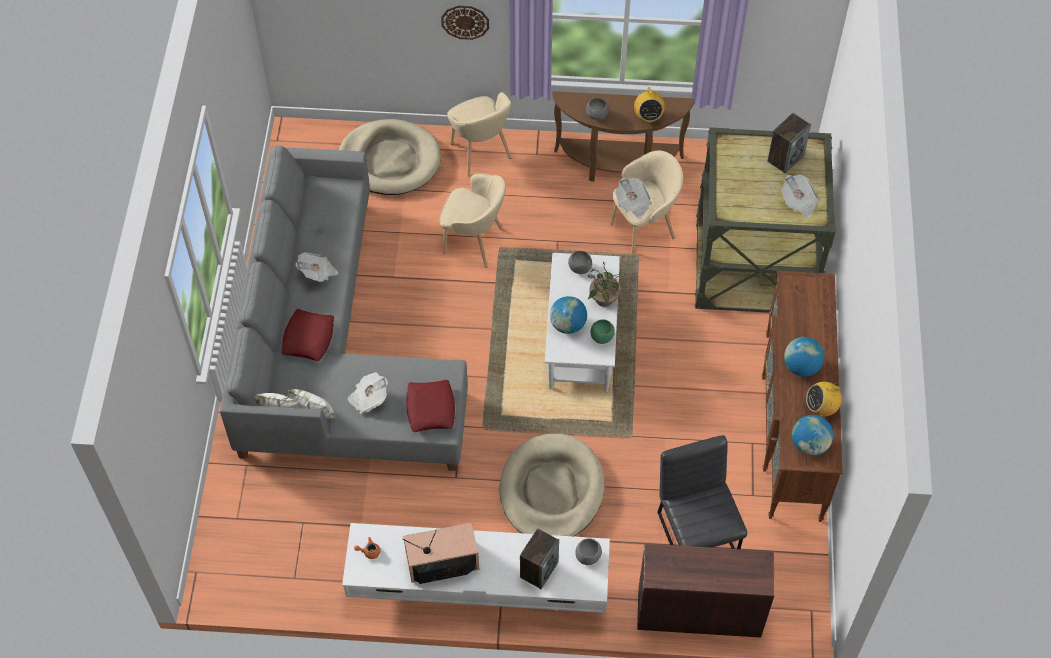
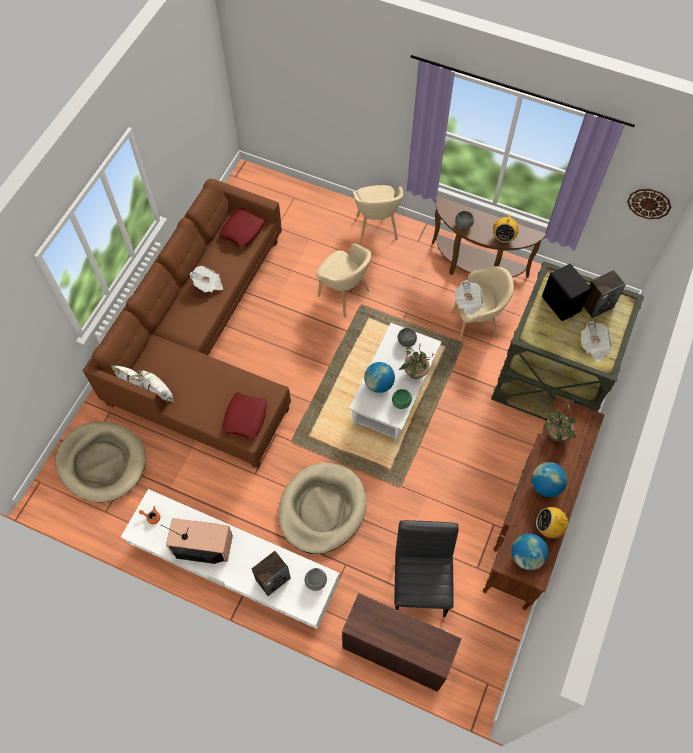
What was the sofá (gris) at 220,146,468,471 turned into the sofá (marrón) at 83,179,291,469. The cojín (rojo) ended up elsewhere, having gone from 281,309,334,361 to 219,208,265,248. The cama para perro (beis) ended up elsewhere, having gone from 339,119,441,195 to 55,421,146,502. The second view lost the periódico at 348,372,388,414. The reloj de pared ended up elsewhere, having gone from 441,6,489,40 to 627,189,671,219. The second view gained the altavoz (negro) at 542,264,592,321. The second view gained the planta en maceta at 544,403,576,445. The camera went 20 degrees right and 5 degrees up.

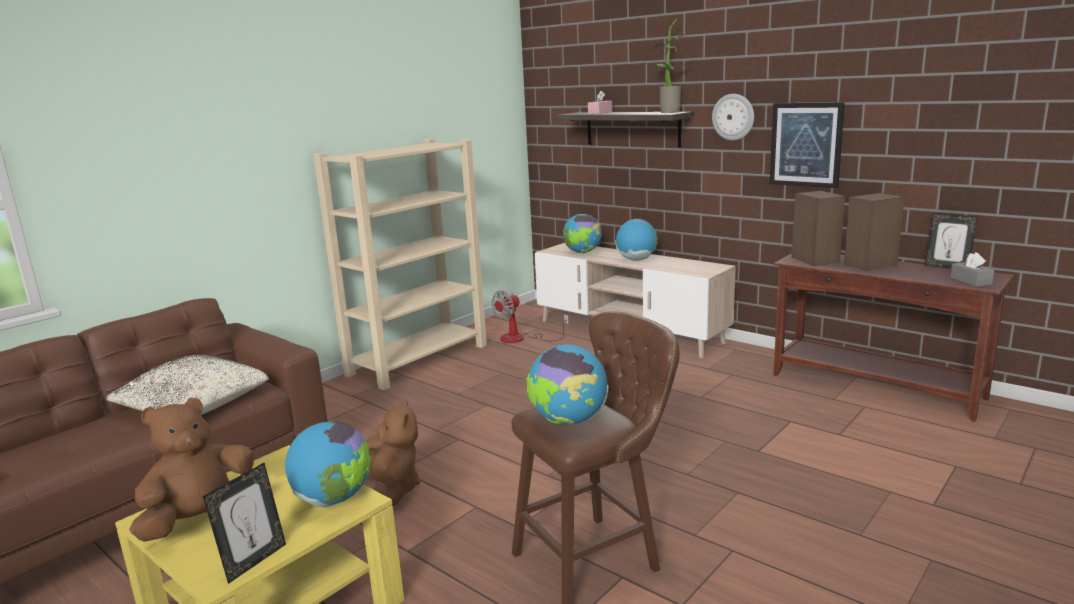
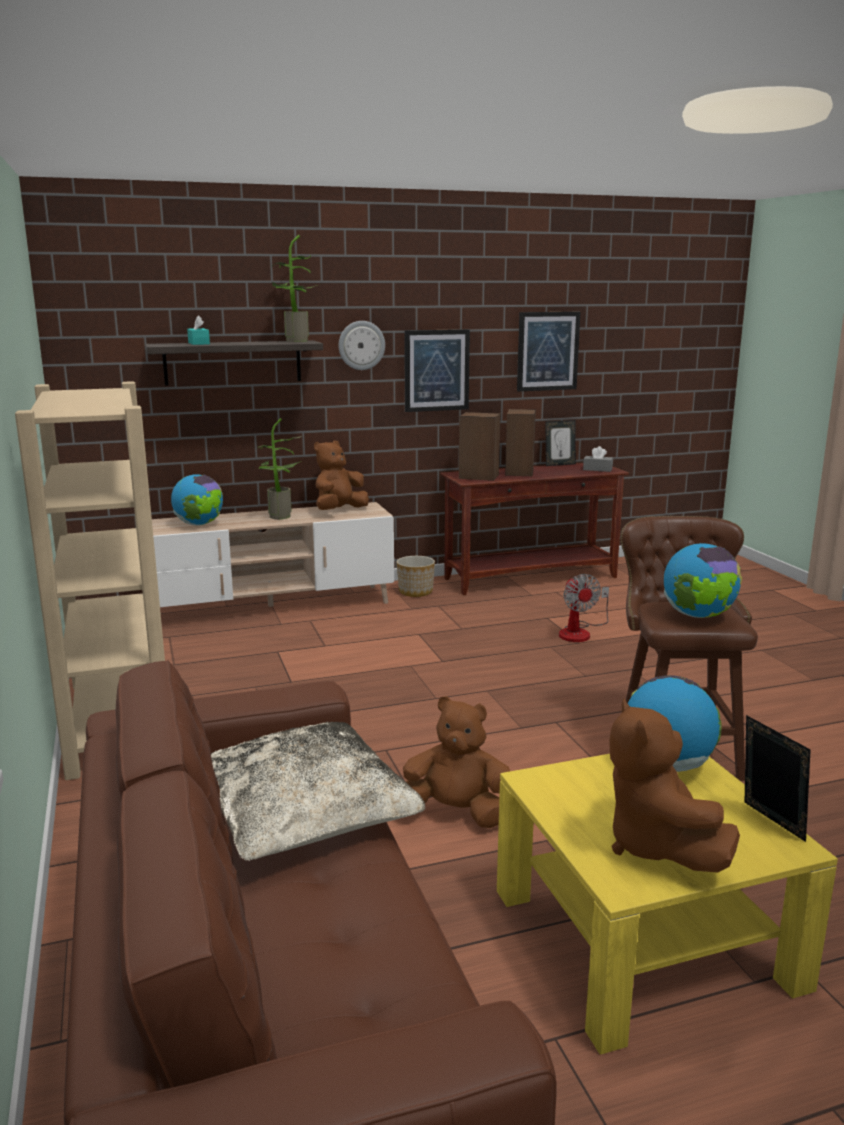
The ventilador ended up elsewhere, having gone from 491,290,569,343 to 559,574,609,642. What was the caja de pañuelos (rosa) at 588,91,612,114 turned into the caja de pañuelos (turquesa) at 187,315,210,345. Where the globo terráqueo stood at 615,219,658,261, the planta en maceta came to stand at 258,418,302,519. The second view gained the peluche (marrón) at 314,441,369,510. The second view gained the maceta at 397,556,435,597. The second view gained the cuadro at 517,312,580,392. The camera went 60 degrees left and 0 degrees up.

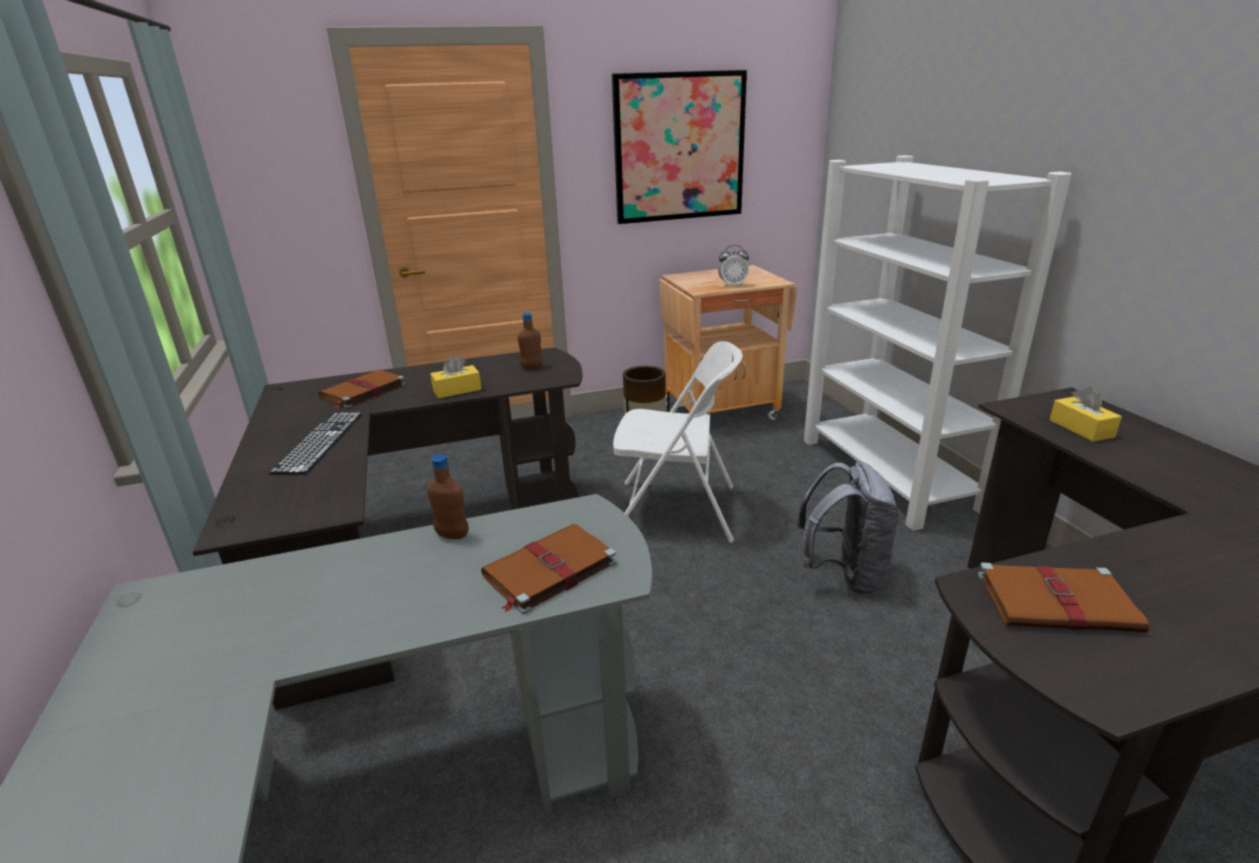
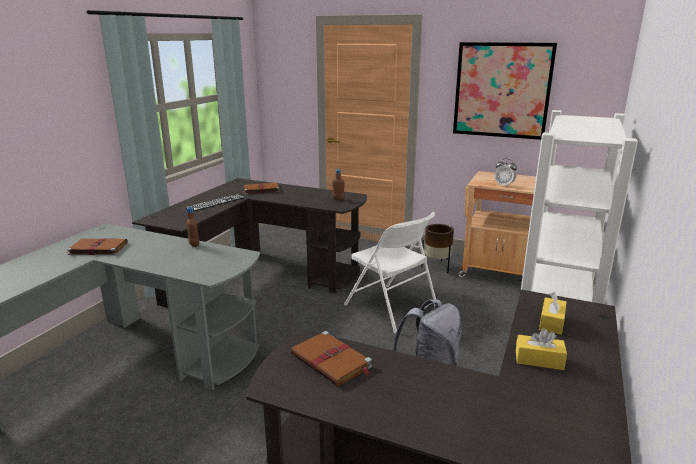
The caja de pañuelos (amarillo) ended up elsewhere, having gone from 430,355,481,398 to 516,328,567,370. The libro (marrón) ended up elsewhere, having gone from 481,524,617,614 to 66,238,128,255. The camera went 40 degrees right and 5 degrees down.

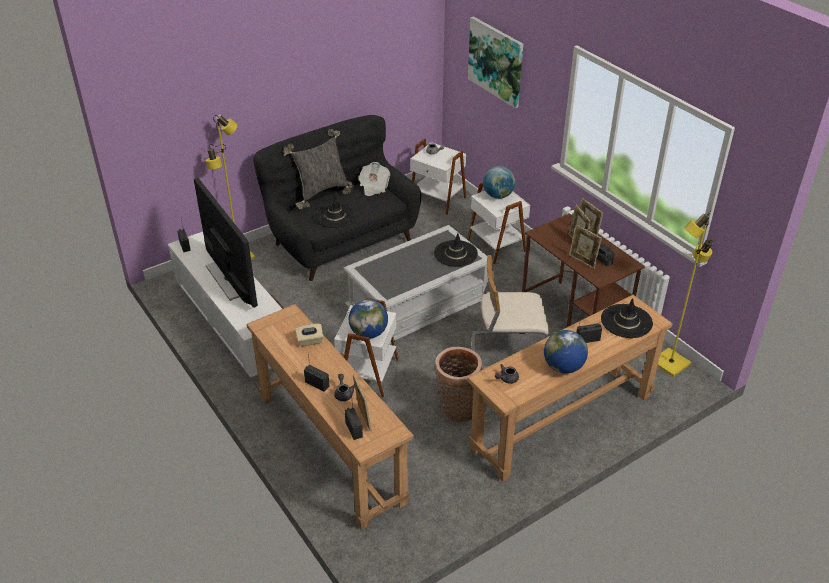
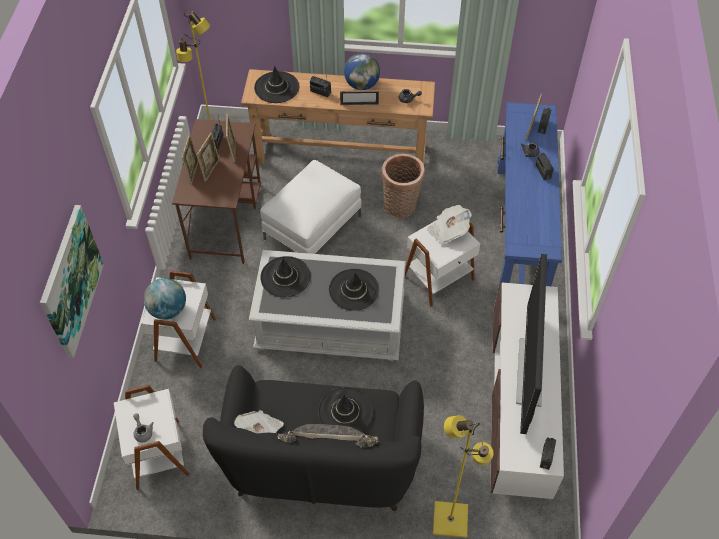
What was the mesa consola (marrón) at 247,304,414,530 turned into the mesa consola (azul) at 496,102,562,297. The second view lost the caja de pañuelos (beis) at 295,323,324,347. Where the globo terráqueo stood at 349,299,388,339, the periódico came to stand at 427,205,472,244. Where the silla (beis) stood at 471,255,549,370, the puf (blanco) came to stand at 260,160,361,254. The second view gained the sombrero (negro) at 329,269,379,311. The second view gained the portarretratos at 340,90,379,105. The camera went 140 degrees left and 15 degrees up.

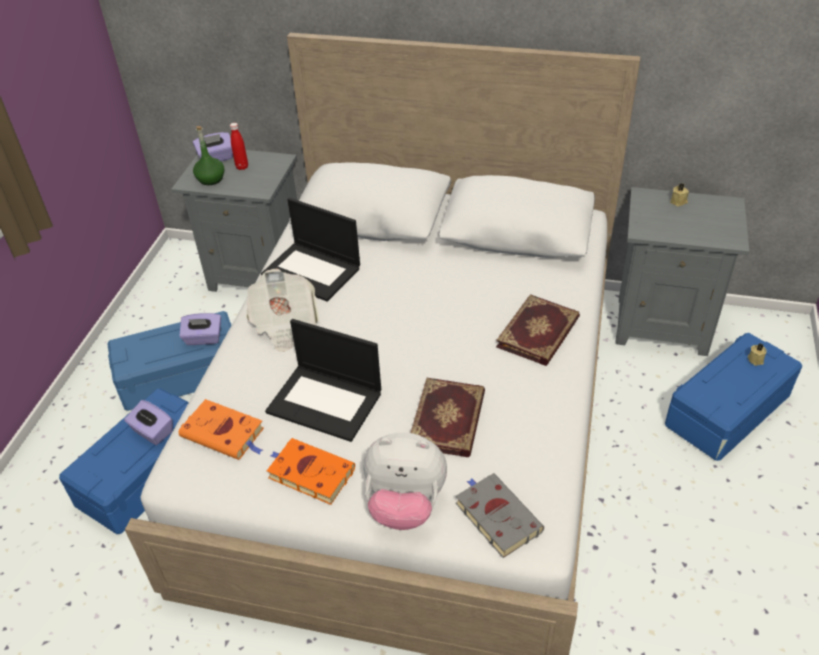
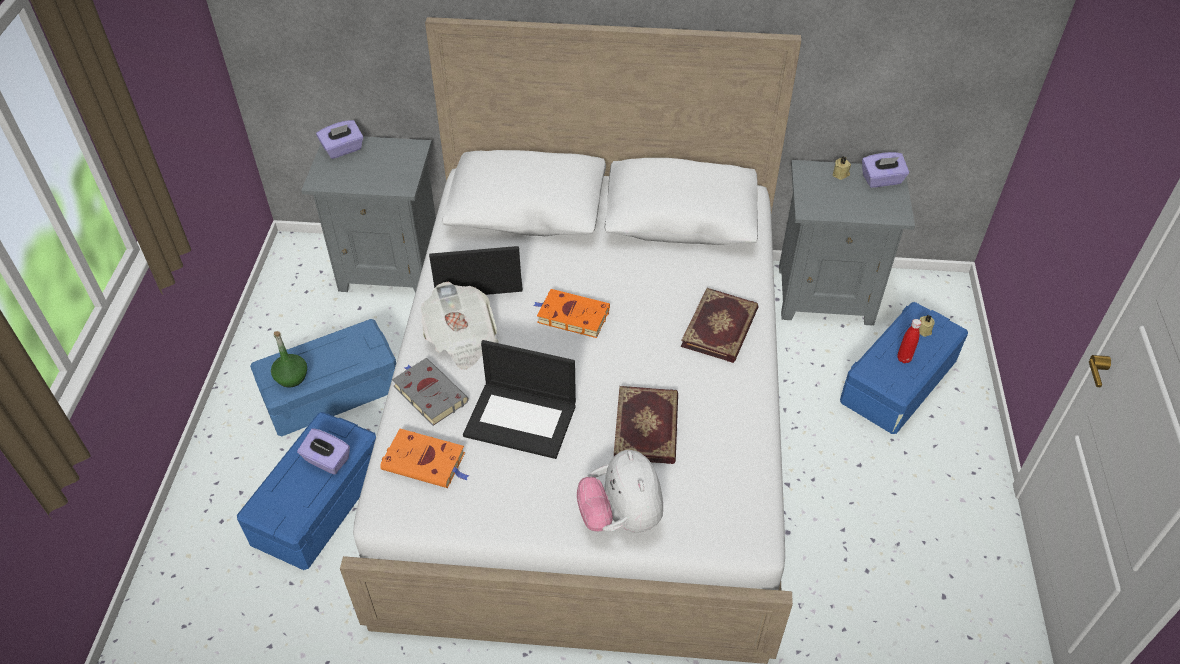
The caja de pañuelos (morado) ended up elsewhere, having gone from 179,313,221,345 to 862,152,909,188. The botella (verde) ended up elsewhere, having gone from 193,126,224,185 to 271,331,307,388. The botella (rojo) ended up elsewhere, having gone from 230,123,248,170 to 897,319,921,363. The portátil at 261,198,360,302 ended up facing another way, 150 degrees clockwise from before. The libro (naranja) ended up elsewhere, having gone from 267,438,355,505 to 533,289,610,338. The peluche at 363,432,447,530 ended up facing another way, 75 degrees clockwise from before. The libro (gris) ended up elsewhere, having gone from 456,473,544,558 to 392,358,469,426. The camera went 10 degrees left and 5 degrees up.

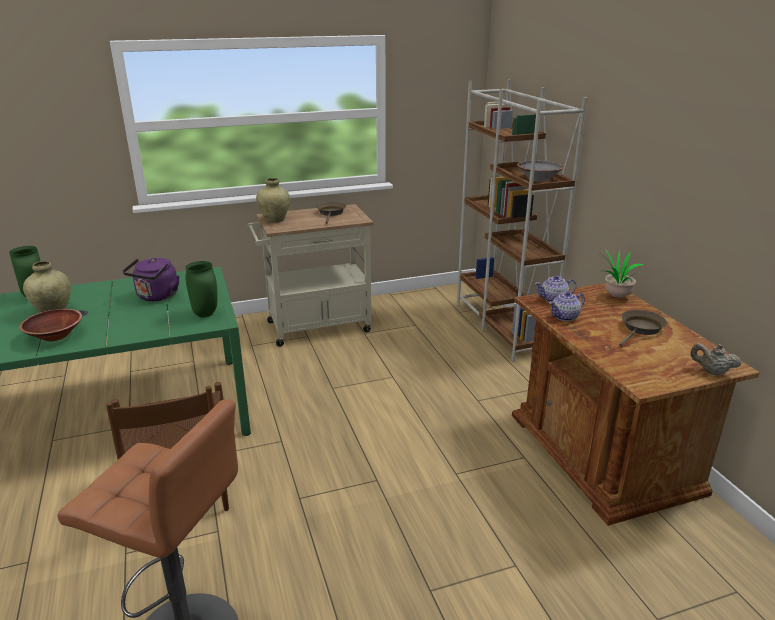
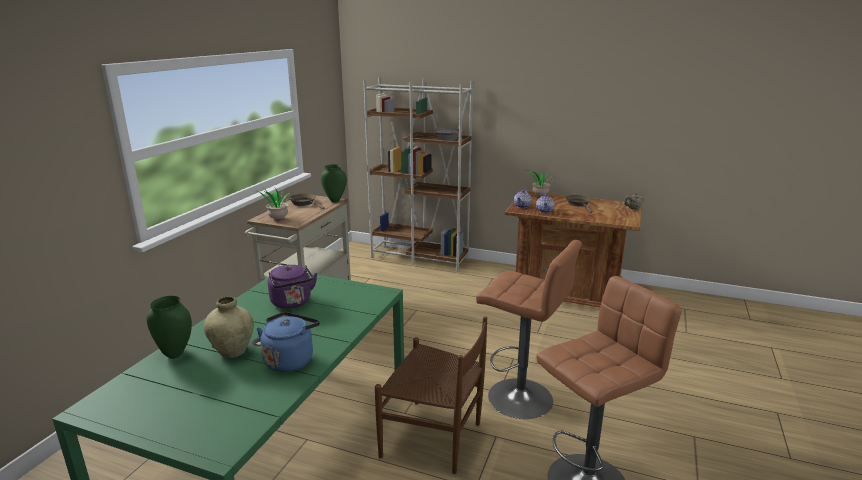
Where the cuenco (marrón) stood at 19,309,82,341, the hervidor (azul) came to stand at 257,312,320,372. The florero (verde) ended up elsewhere, having gone from 185,261,217,318 to 321,164,347,203. Where the florero (beis) stood at 256,178,290,223, the planta en maceta came to stand at 258,187,293,219. The second view gained the taburete (marrón) at 476,240,582,419. The camera went 50 degrees left and 5 degrees down.

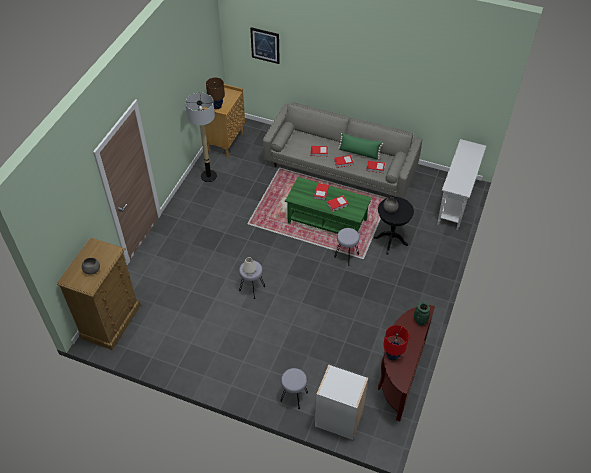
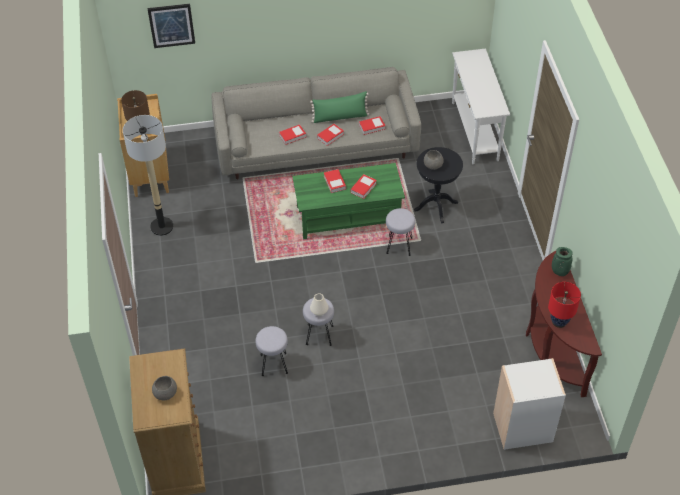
The taburete (gris) ended up elsewhere, having gone from 280,368,308,409 to 255,326,288,376. The camera went 30 degrees left and 0 degrees up.

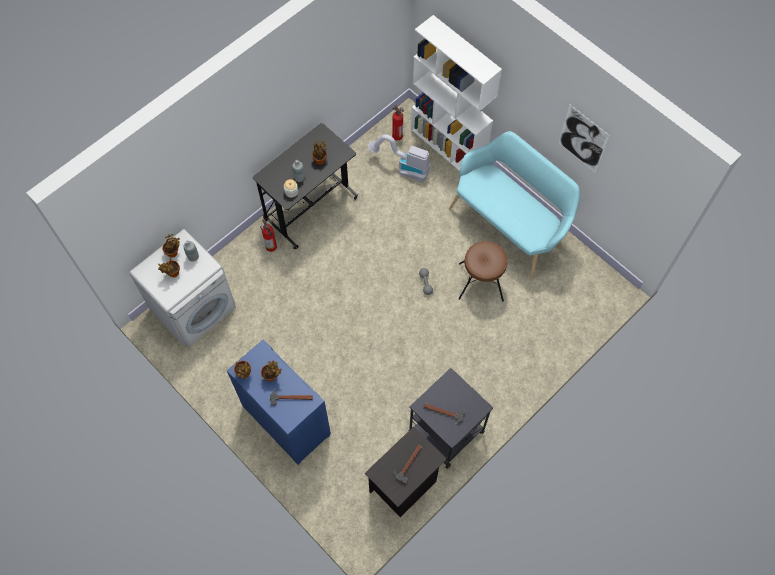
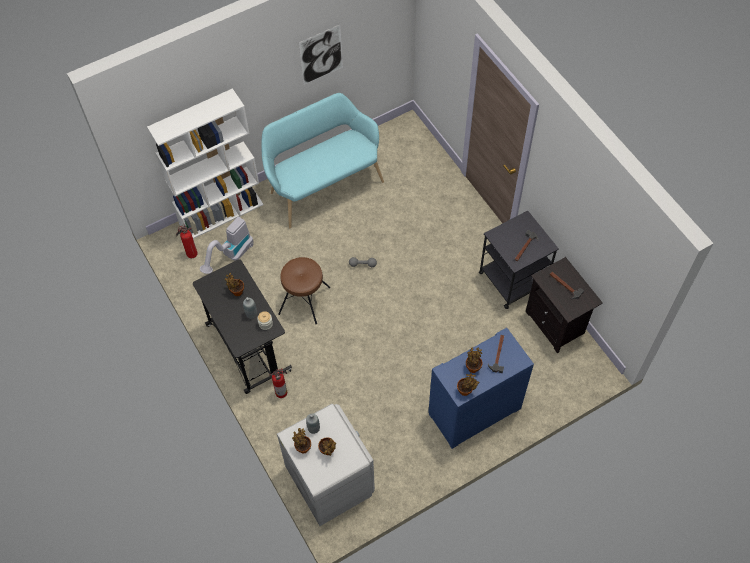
The taburete (marrón) ended up elsewhere, having gone from 458,241,507,302 to 278,257,330,324. The camera went 75 degrees left and 5 degrees down.

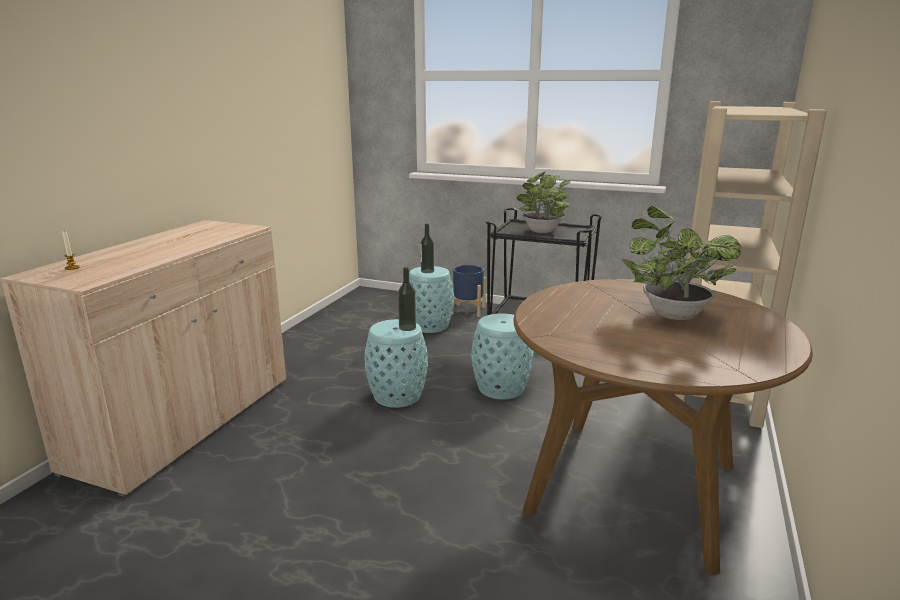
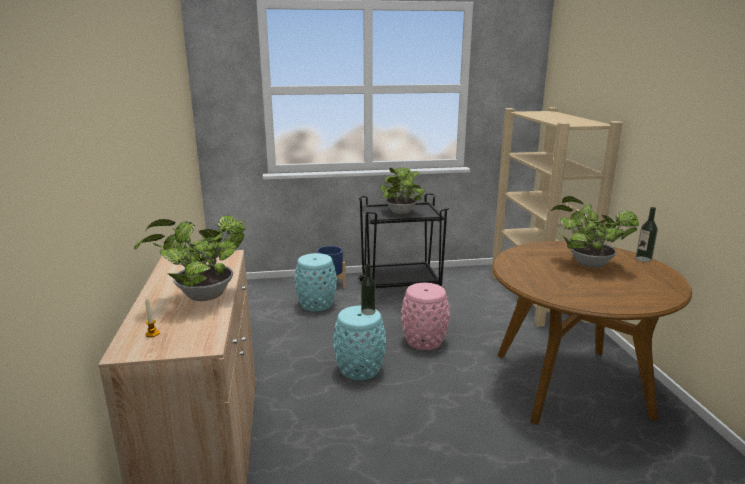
The botella ended up elsewhere, having gone from 420,223,434,273 to 636,207,658,262. What was the taburete (turquesa) at 471,313,533,400 turned into the taburete (rosa) at 401,283,450,350. The second view gained the planta en maceta at 134,215,246,301. The camera went 30 degrees left and 0 degrees up.

